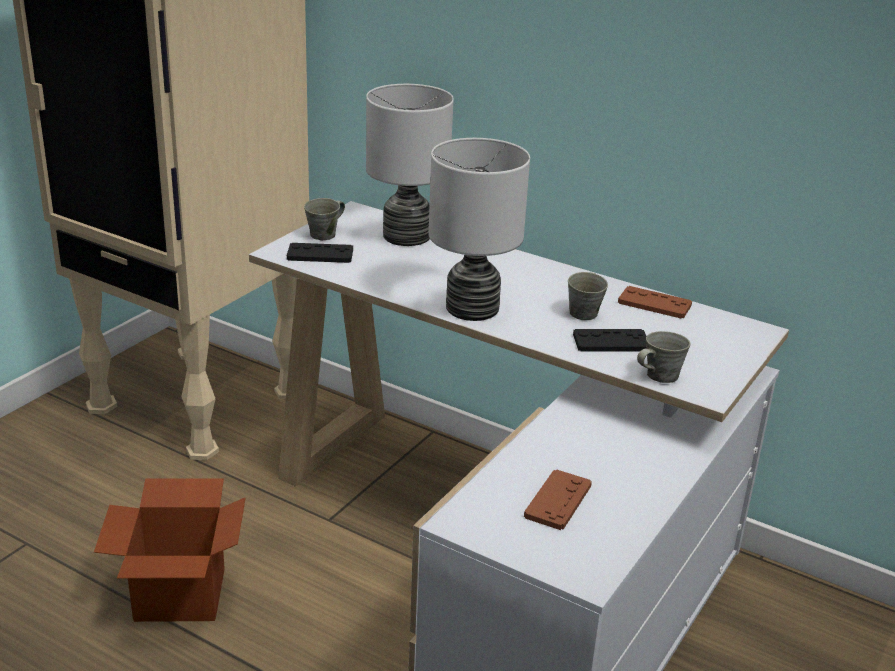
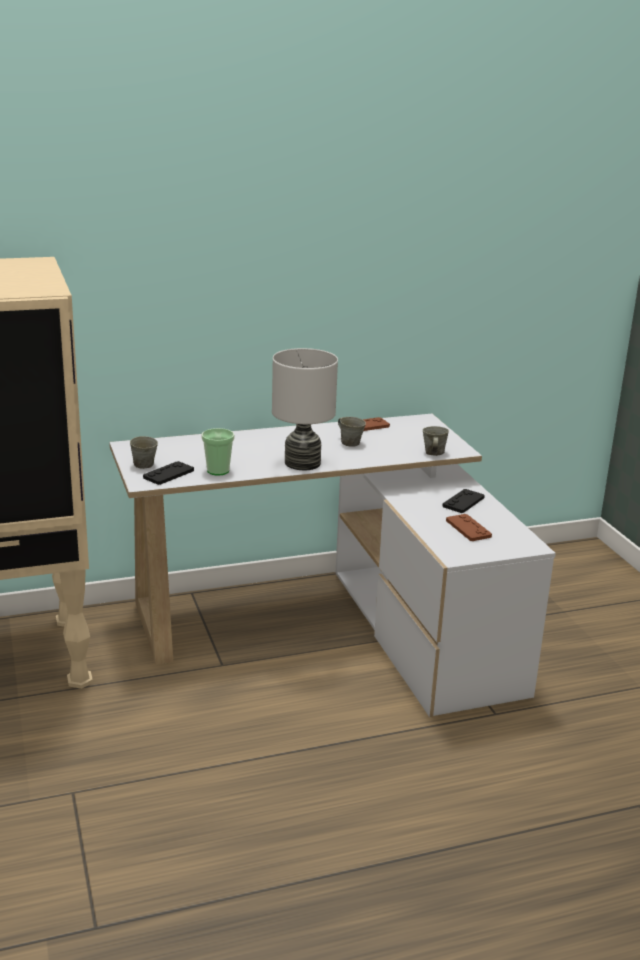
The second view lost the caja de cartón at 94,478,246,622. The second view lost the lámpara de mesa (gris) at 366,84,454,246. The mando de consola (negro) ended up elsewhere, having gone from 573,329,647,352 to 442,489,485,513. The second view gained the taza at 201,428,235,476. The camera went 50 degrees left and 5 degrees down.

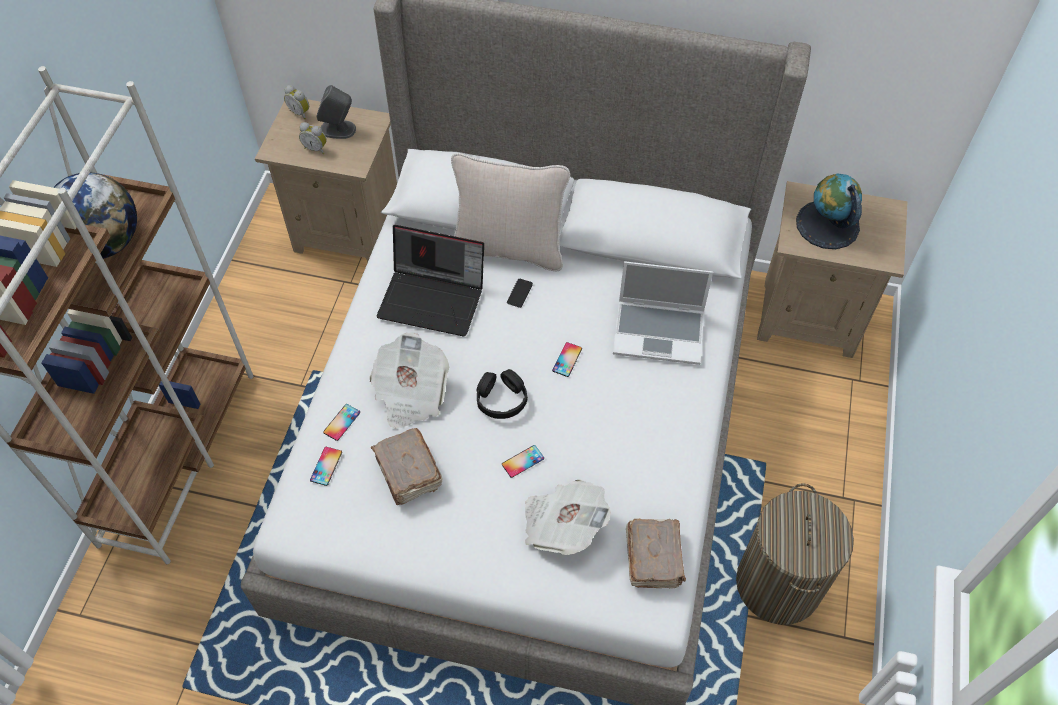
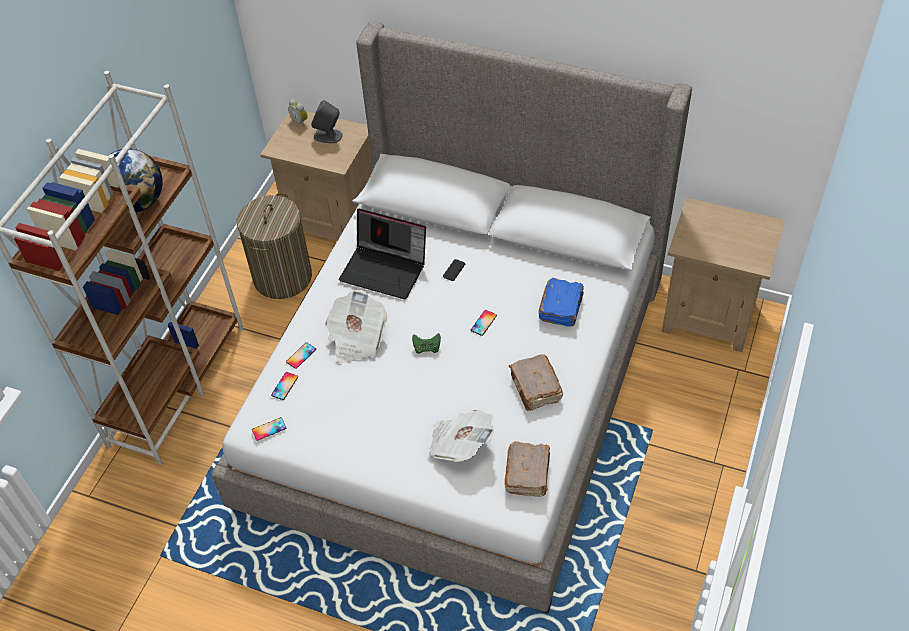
The second view lost the despertador at 299,122,327,154. The libro (marrón) ended up elsewhere, having gone from 371,428,443,505 to 509,354,563,411. The second view lost the cojín (beis) at 451,153,570,271. Where the auriculares (negro) stood at 477,369,528,419, the mando de consola (verde) came to stand at 412,333,441,354. The móvil ended up elsewhere, having gone from 502,445,544,478 to 252,417,286,441. Where the portátil stood at 613,261,713,365, the libro (azul) came to stand at 538,278,584,327. The cesto de la ropa ended up elsewhere, having gone from 736,483,854,625 to 237,193,312,299. The second view lost the globo terráqueo at 796,173,862,249. The camera went 10 degrees right and 5 degrees down.

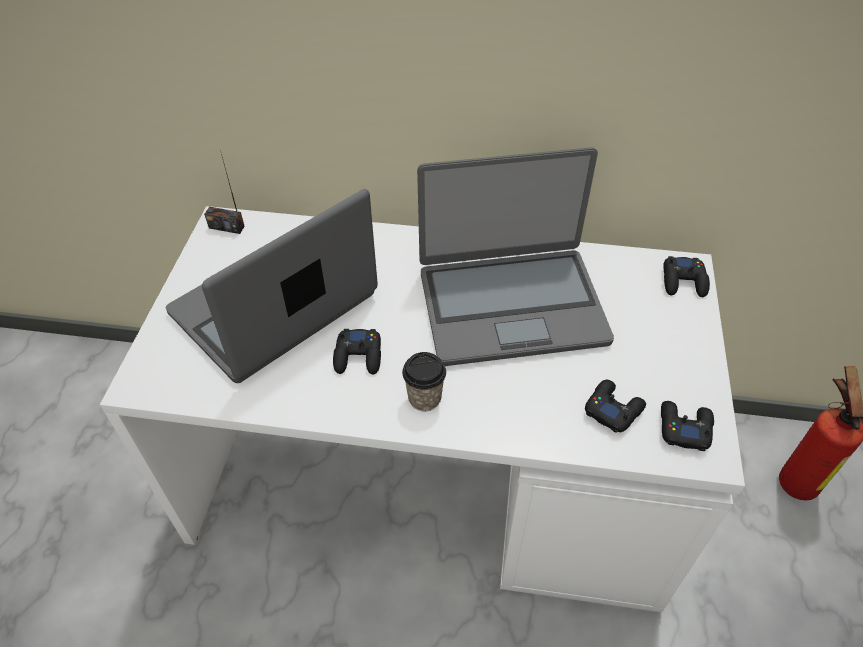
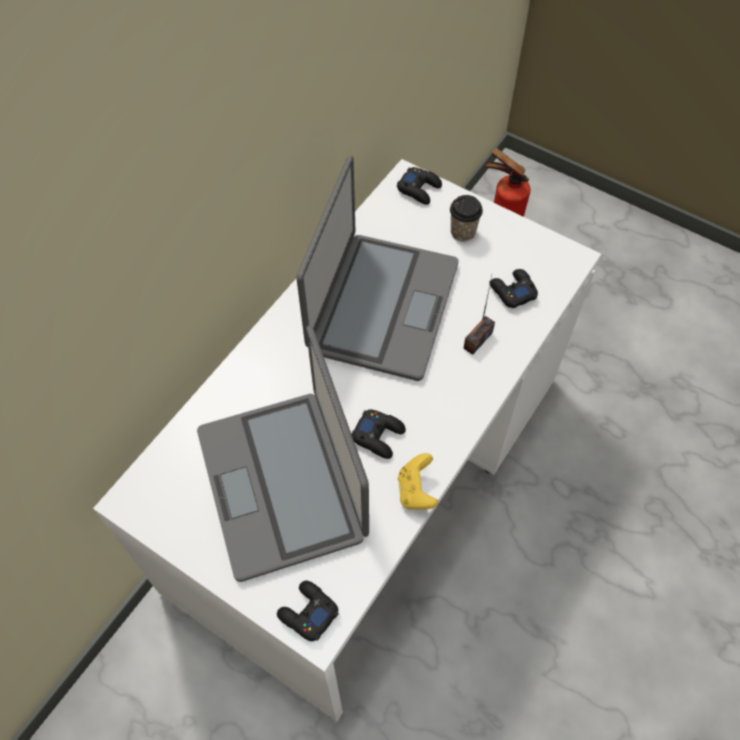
The radio ended up elsewhere, having gone from 204,154,245,234 to 463,276,495,355. The taza ended up elsewhere, having gone from 402,352,446,411 to 450,195,483,242. The mando de consola (negro) ended up elsewhere, having gone from 661,401,714,451 to 277,581,339,641. The second view gained the mando de consola (amarillo) at 398,453,438,510. The camera went 65 degrees left and 10 degrees up.

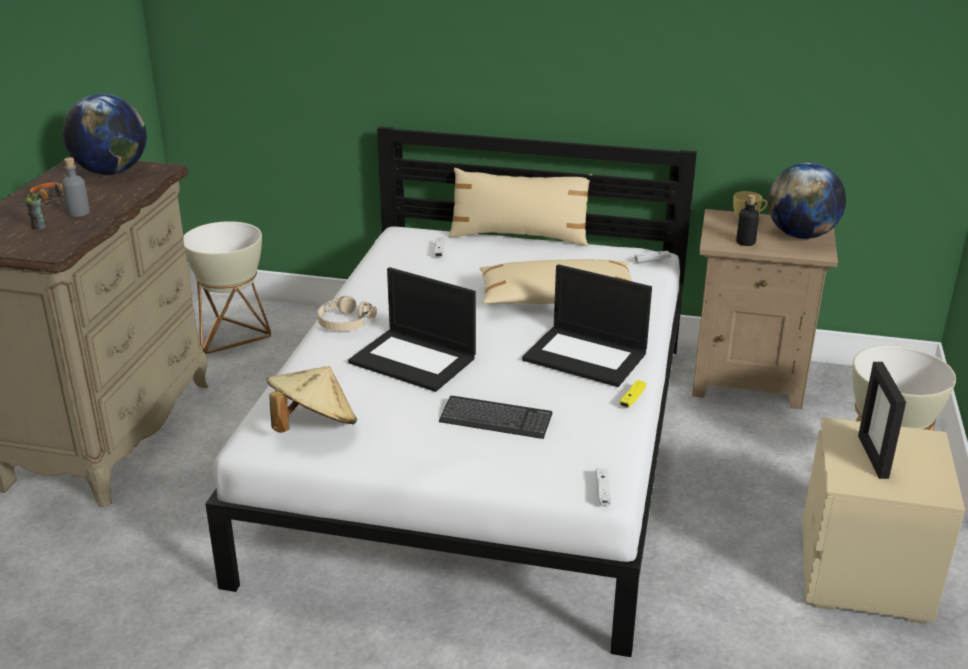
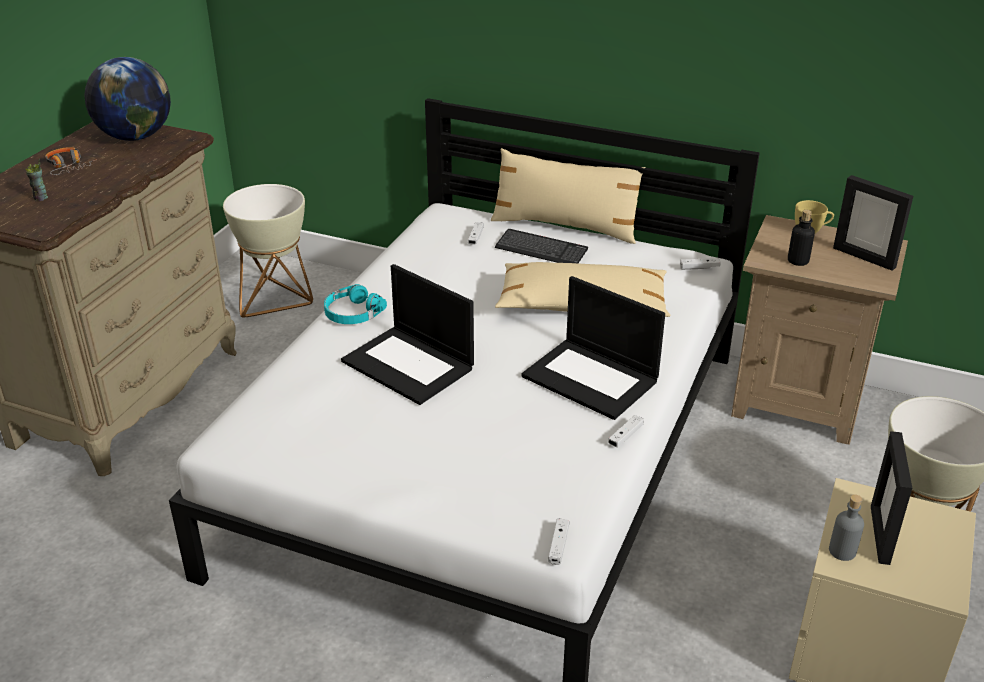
The botella (gris) ended up elsewhere, having gone from 62,157,90,217 to 829,494,864,561. The second view lost the sombrero (beis) at 266,366,357,433. What was the auriculares (beis) at 317,296,377,331 turned into the auriculares (turquesa) at 324,284,387,324. The teclado ended up elsewhere, having gone from 439,396,552,439 to 495,229,588,263. What was the mando de consola (amarillo) at 619,380,646,408 turned into the mando de consola (blanco) at 608,415,644,447. Where the globo terráqueo stood at 768,163,846,239, the portarretratos came to stand at 833,175,913,271. The camera went 10 degrees right and 5 degrees up.

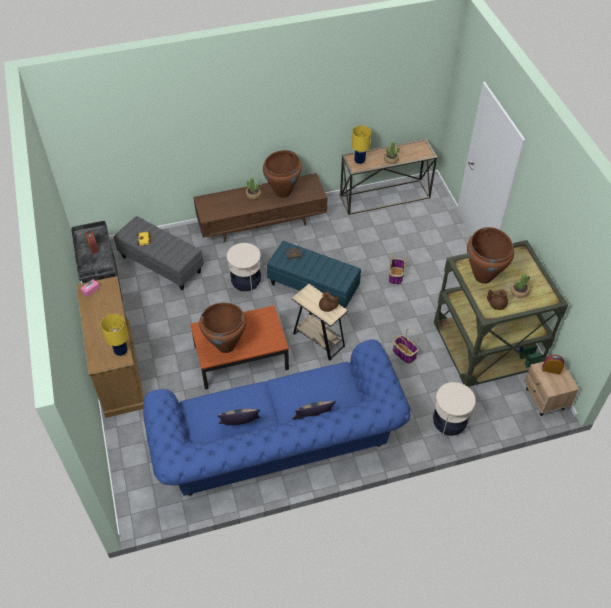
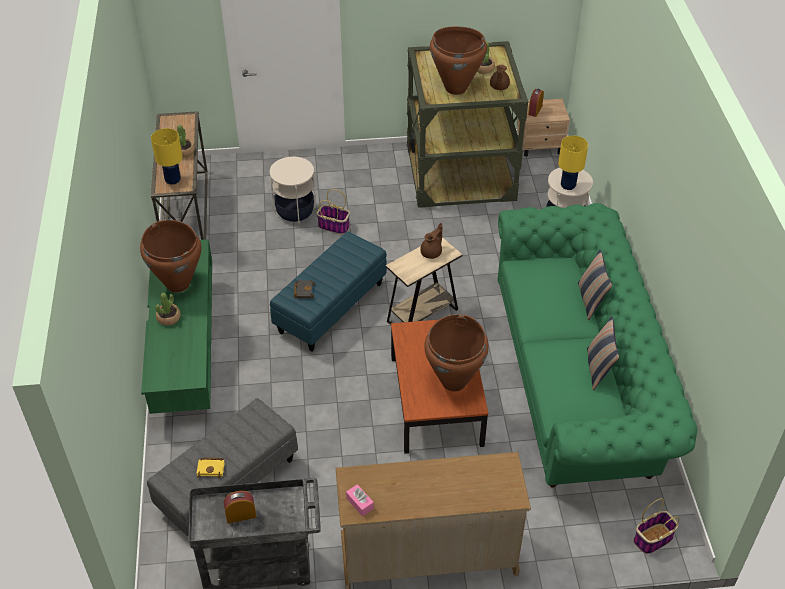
The lámpara de mesa (amarillo) ended up elsewhere, having gone from 101,314,128,356 to 558,136,588,190. What was the sofá (azul) at 143,340,411,496 turned into the sofá (verde) at 498,203,698,488. What was the mueble de televisión (marrón) at 193,173,327,242 turned into the mueble de televisión (verde) at 141,239,212,414. The mesa auxiliar (beis) ended up elsewhere, having gone from 227,243,261,293 to 270,157,316,224. The cesta ended up elsewhere, having gone from 393,328,419,364 to 633,498,679,554. The camera went 80 degrees left and 5 degrees down.

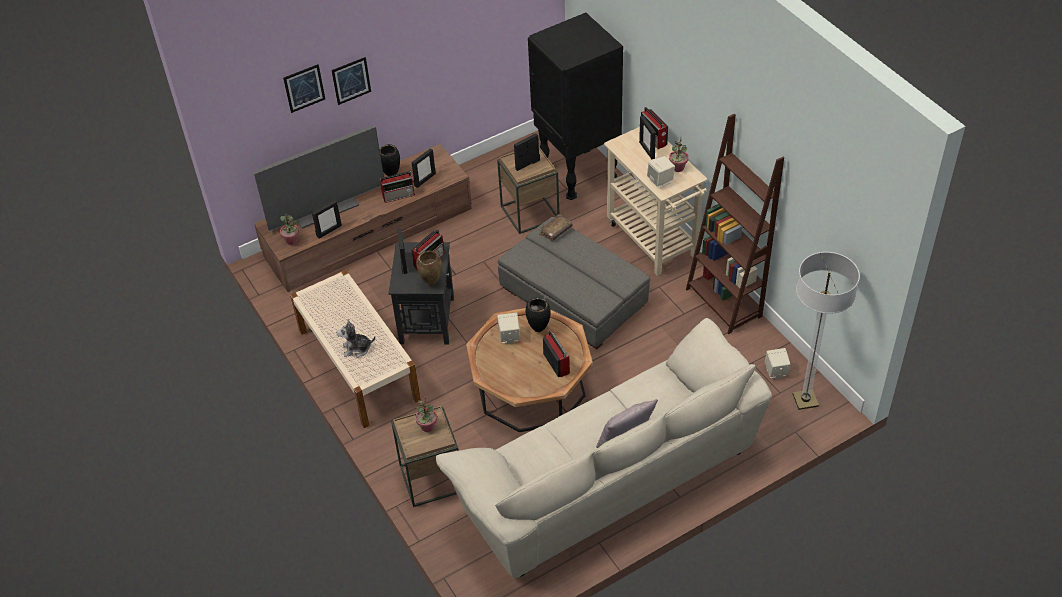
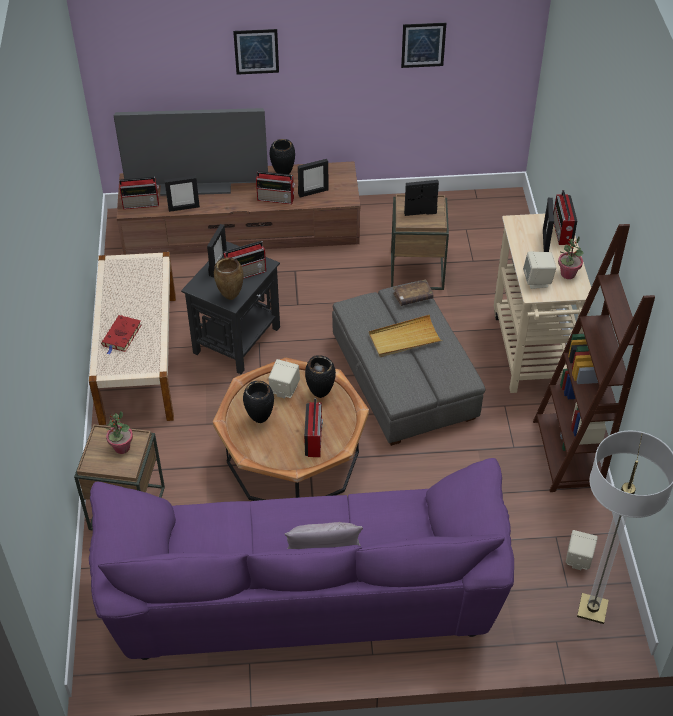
Where the planta en maceta stood at 280,214,299,245, the radio came to stand at 119,177,159,209. The cuadro ended up elsewhere, having gone from 283,64,325,113 to 401,23,446,68. Where the peluche stood at 336,319,375,358, the libro (rojo) came to stand at 101,315,141,355. What was the sofá (beis) at 436,318,772,578 turned into the sofá (morado) at 89,458,514,660. The second view lost the armario (negro) at 528,13,623,200. The second view gained the florero (negro) at 243,381,274,423. The second view gained the bandeja (beis) at 369,315,443,357. The camera went 25 degrees right and 0 degrees up.

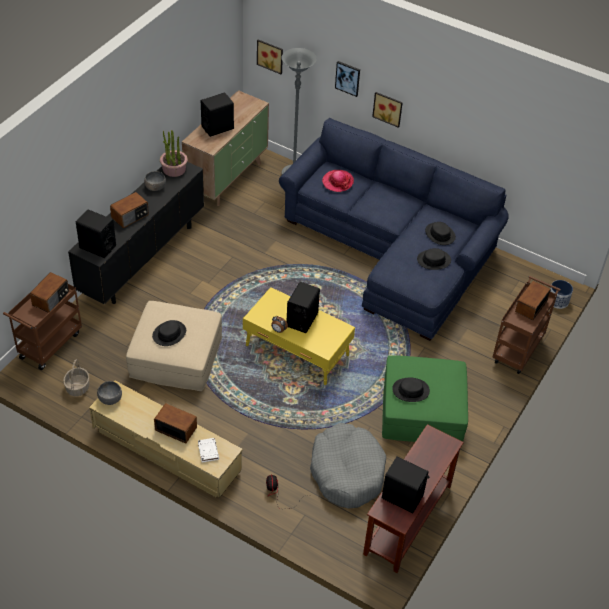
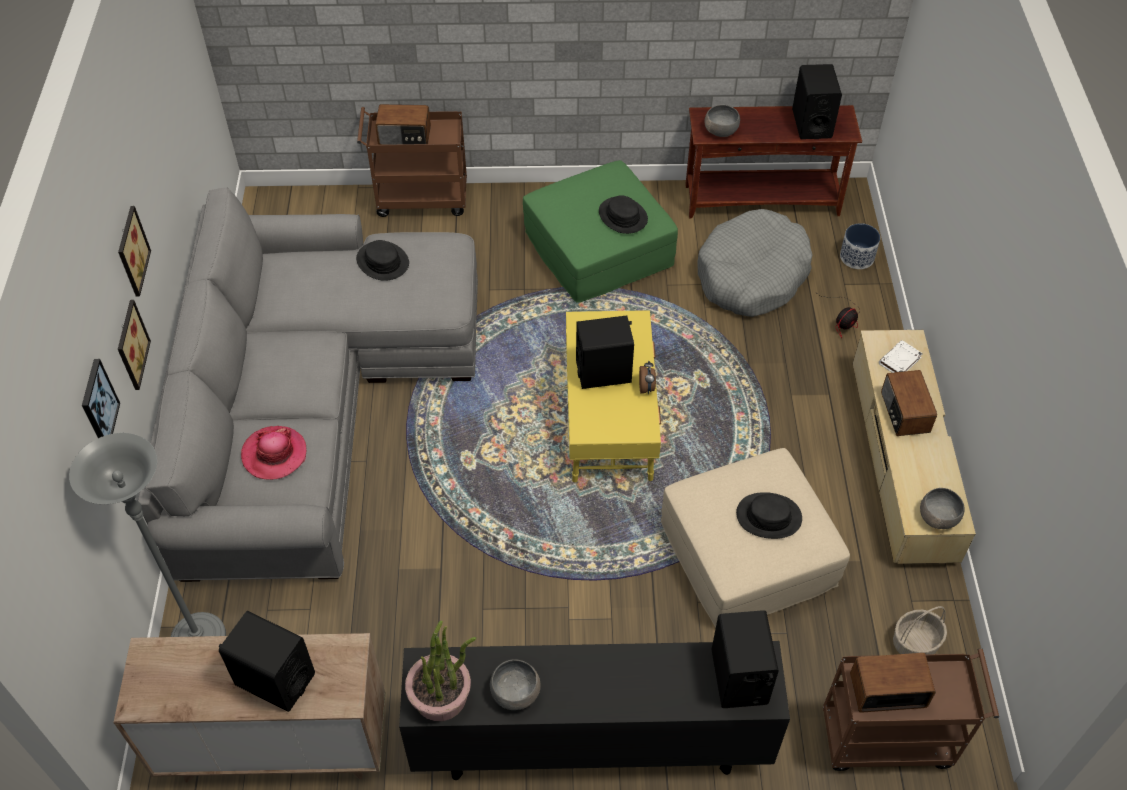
The second view lost the radio at 110,192,149,228. The cuadro ended up elsewhere, having gone from 257,40,283,74 to 118,206,151,296. What was the sofá (azul) at 279,118,509,341 turned into the sofá (gris) at 138,187,478,582. The second view lost the sombrero (negro) at 425,222,456,245. The maceta ended up elsewhere, having gone from 550,280,573,309 to 840,223,880,269. The second view gained the cuenco (gris) at 704,105,740,137. The camera went 120 degrees left and 5 degrees up.

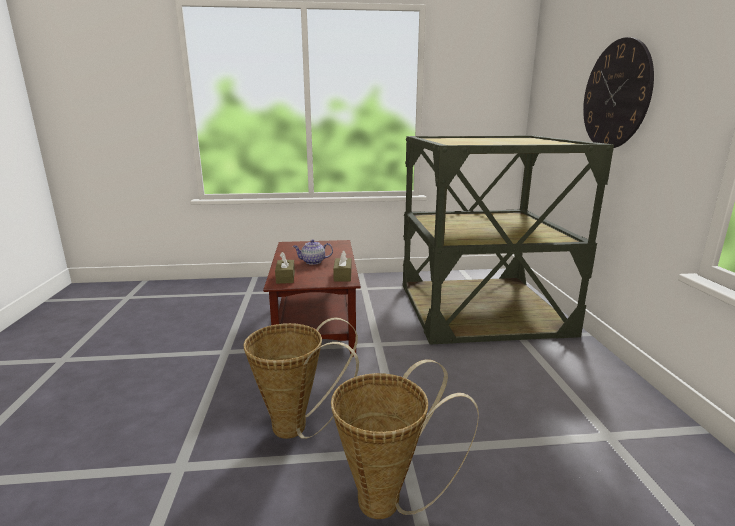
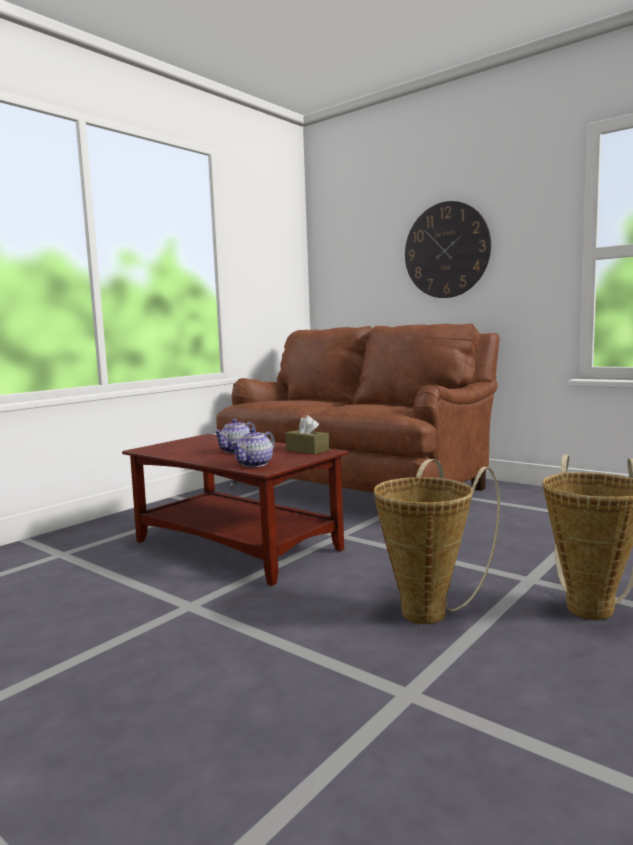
Where the caja de pañuelos (marrón) stood at 275,252,295,284, the tetera came to stand at 231,428,275,467. Where the estantería stood at 402,135,614,344, the sofá (marrón) came to stand at 216,323,499,493. The camera went 45 degrees left and 10 degrees down.

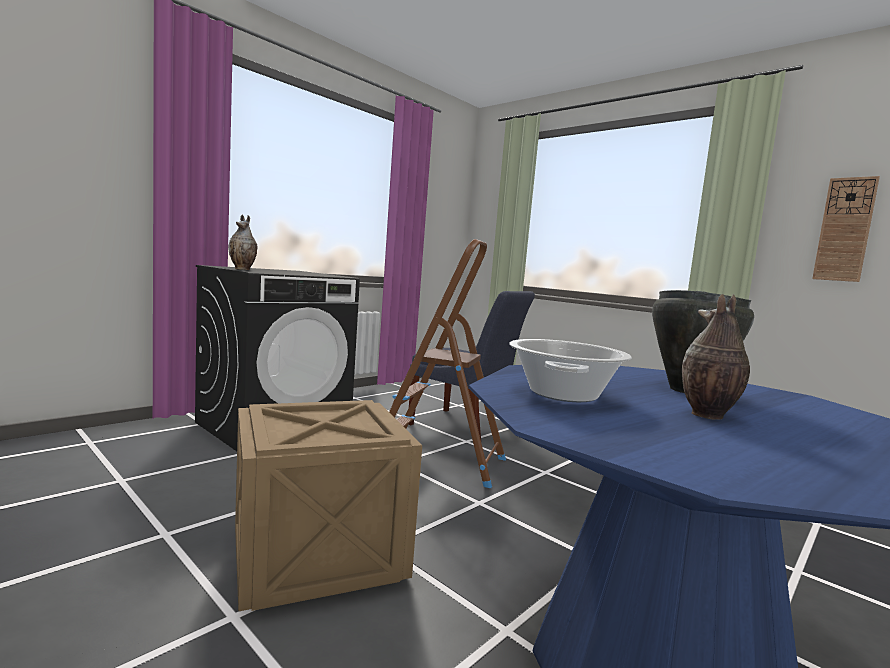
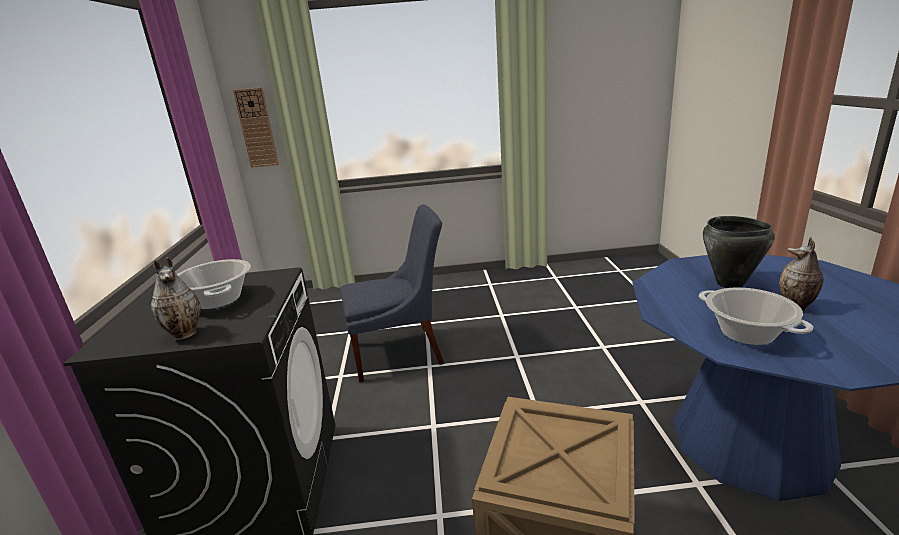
The second view lost the escalera de tijera (marrón) at 389,239,506,488. The reloj de pared ended up elsewhere, having gone from 812,176,880,282 to 233,88,279,168. The second view gained the olla at 177,259,251,309. The camera went 45 degrees left and 15 degrees up.

